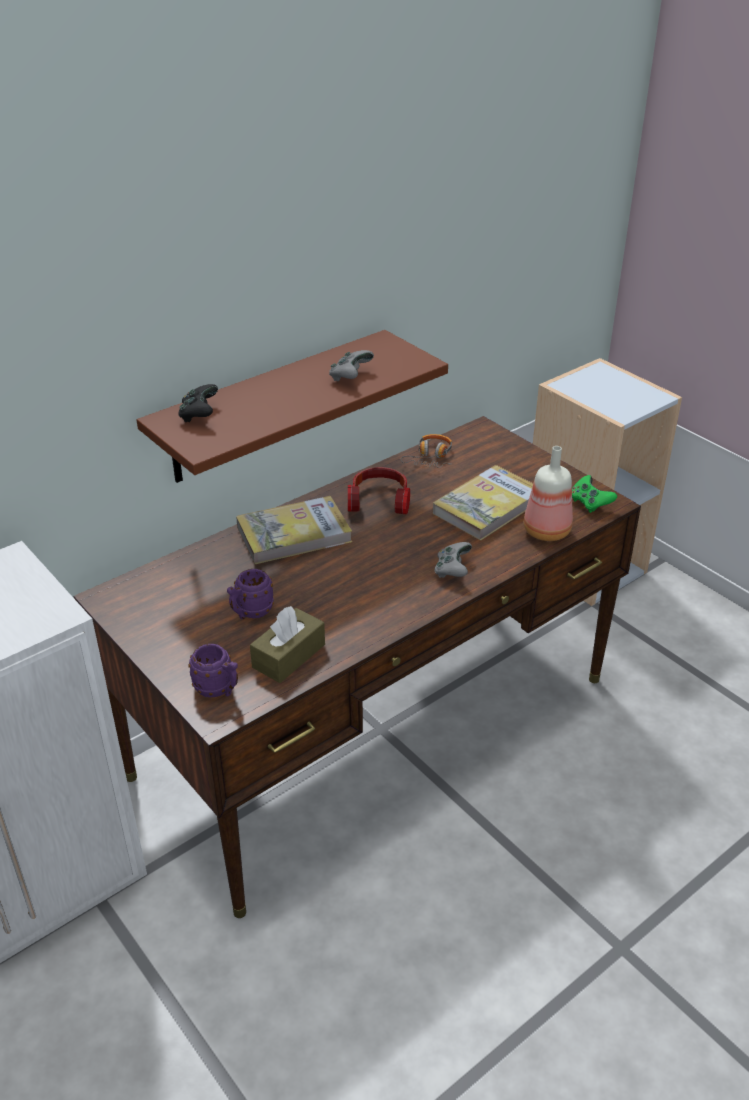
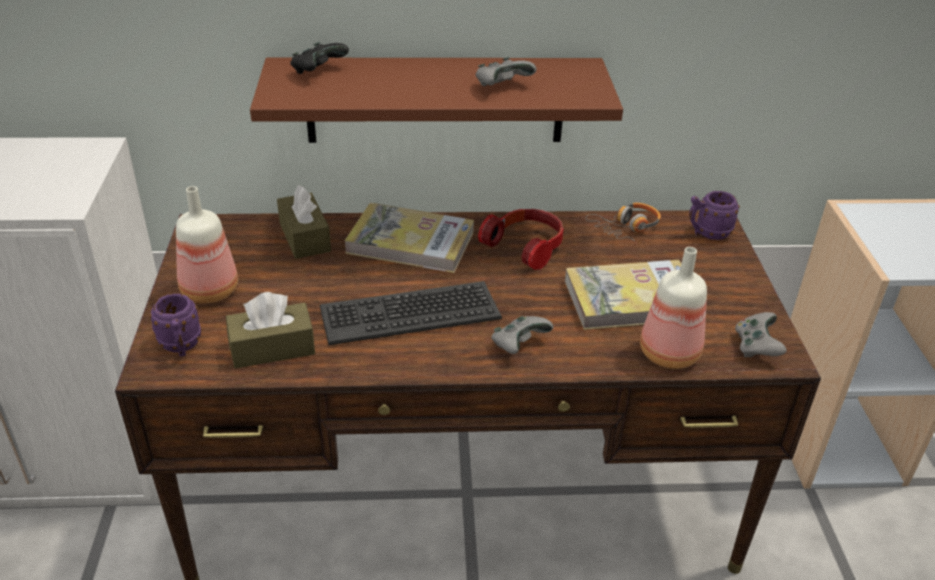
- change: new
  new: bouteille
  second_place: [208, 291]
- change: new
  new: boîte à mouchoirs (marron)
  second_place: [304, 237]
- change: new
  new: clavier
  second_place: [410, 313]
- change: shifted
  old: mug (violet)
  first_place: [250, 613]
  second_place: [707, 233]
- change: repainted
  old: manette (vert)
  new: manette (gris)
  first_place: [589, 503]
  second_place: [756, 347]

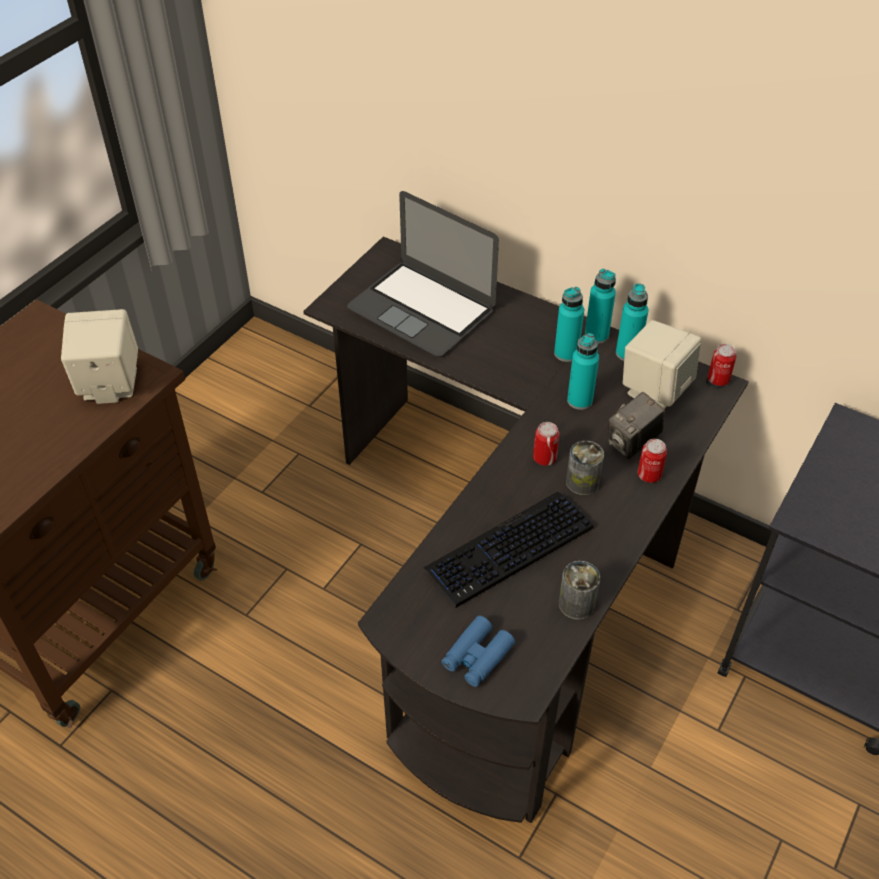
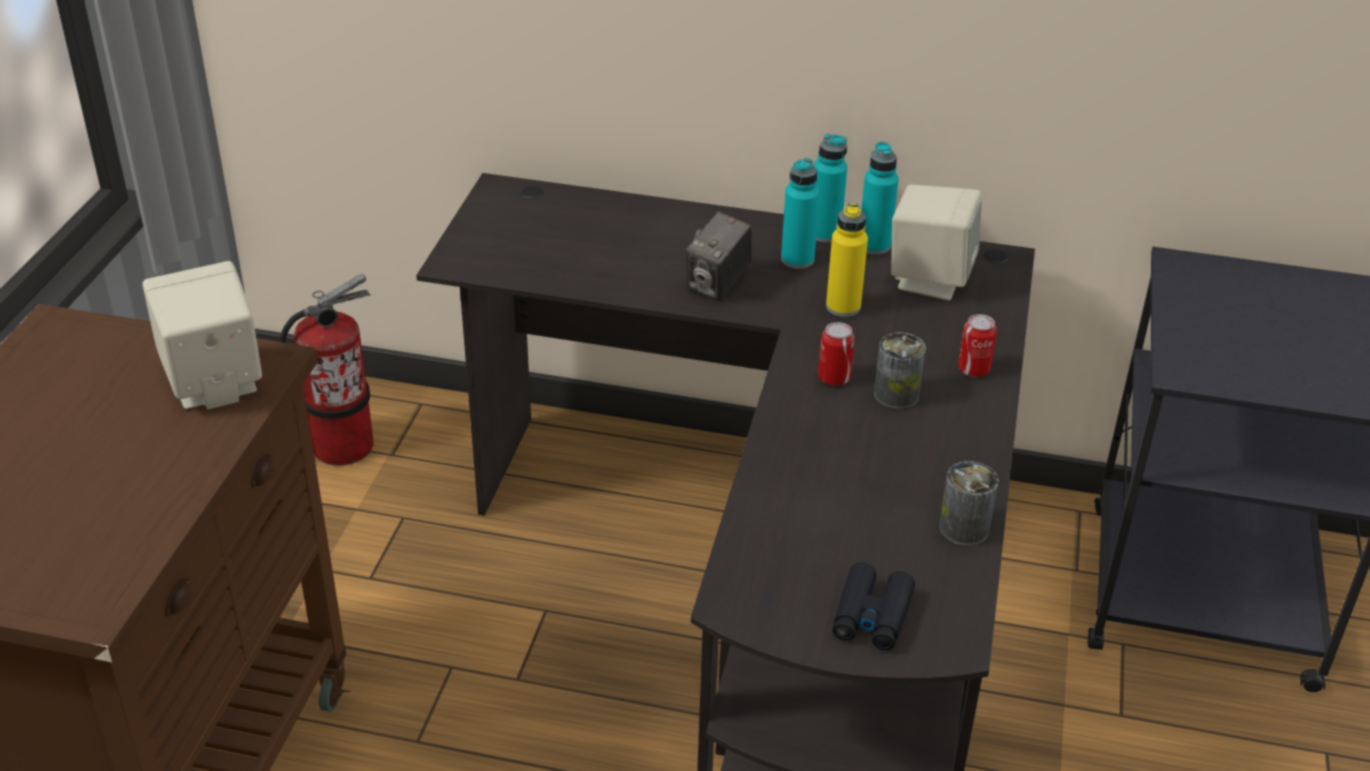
- change: new
  new: extincteur
  second_place: [341, 446]
- change: shifted
  old: appareil photo
  first_place: [632, 443]
  second_place: [718, 284]
- change: repainted
  old: bouteille (turquoise)
  new: bouteille (jaune)
  first_place: [579, 400]
  second_place: [843, 307]
- change: repainted
  old: jumelles (bleu)
  new: jumelles (noir)
  first_place: [477, 656]
  second_place: [871, 616]
- change: gone
  old: ordinateur portable
  first_place: [421, 308]
- change: gone
  old: clavier
  first_place: [509, 549]
- change: gone
  old: boîte métallique
  first_place: [718, 379]

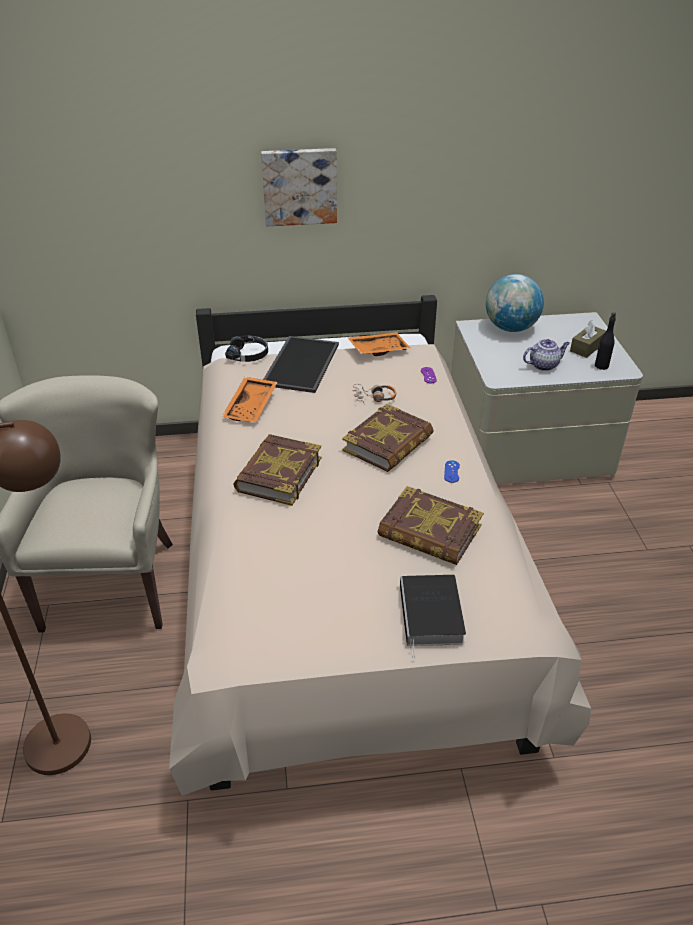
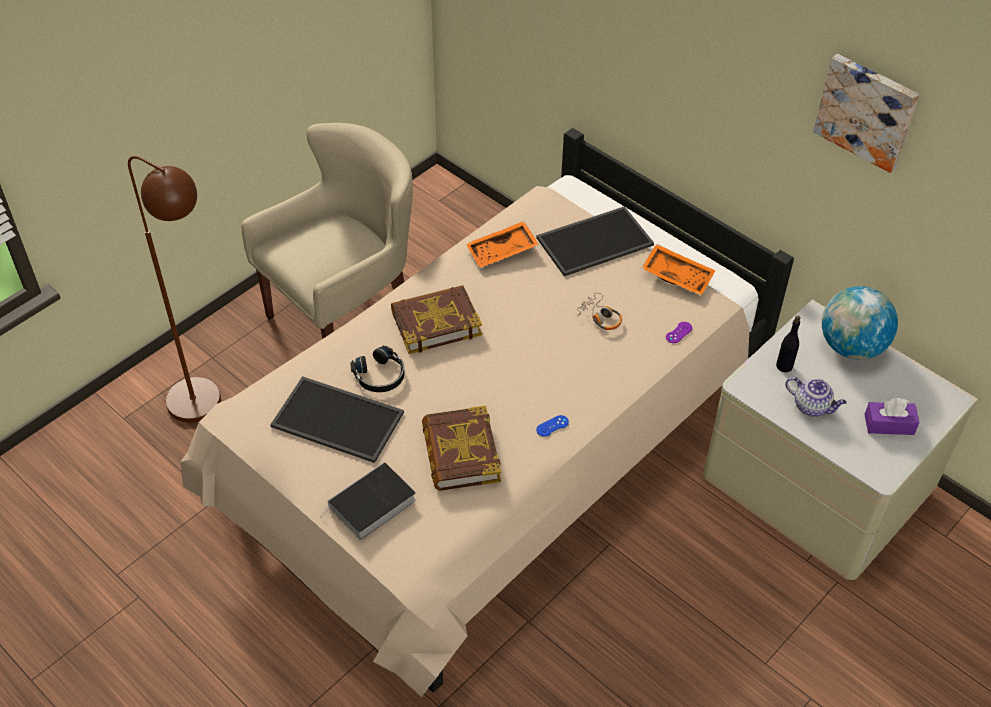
- change: new
  new: plateau
  second_place: [339, 418]
- change: shifted
  old: casque audio (noir)
  first_place: [248, 354]
  second_place: [380, 376]
- change: shifted
  old: bouteille (noir)
  first_place: [601, 366]
  second_place: [784, 366]
- change: shifted
  old: tableau
  first_place: [299, 186]
  second_place: [867, 111]
- change: repainted
  old: boîte à mouchoirs (marron)
  new: boîte à mouchoirs (violet)
  first_place: [586, 347]
  second_place: [889, 424]
- change: gone
  old: livre
  first_place: [388, 444]

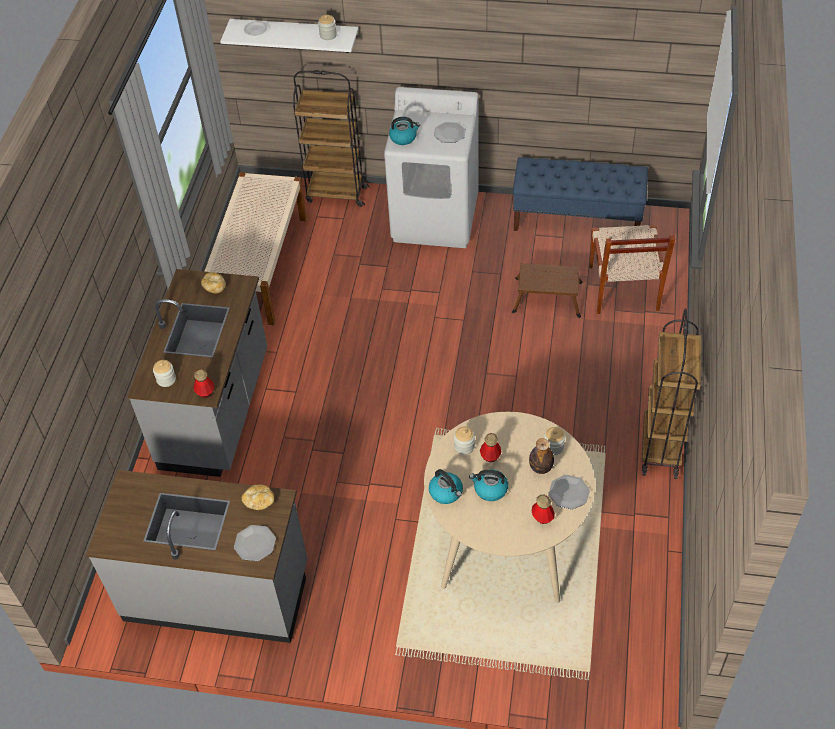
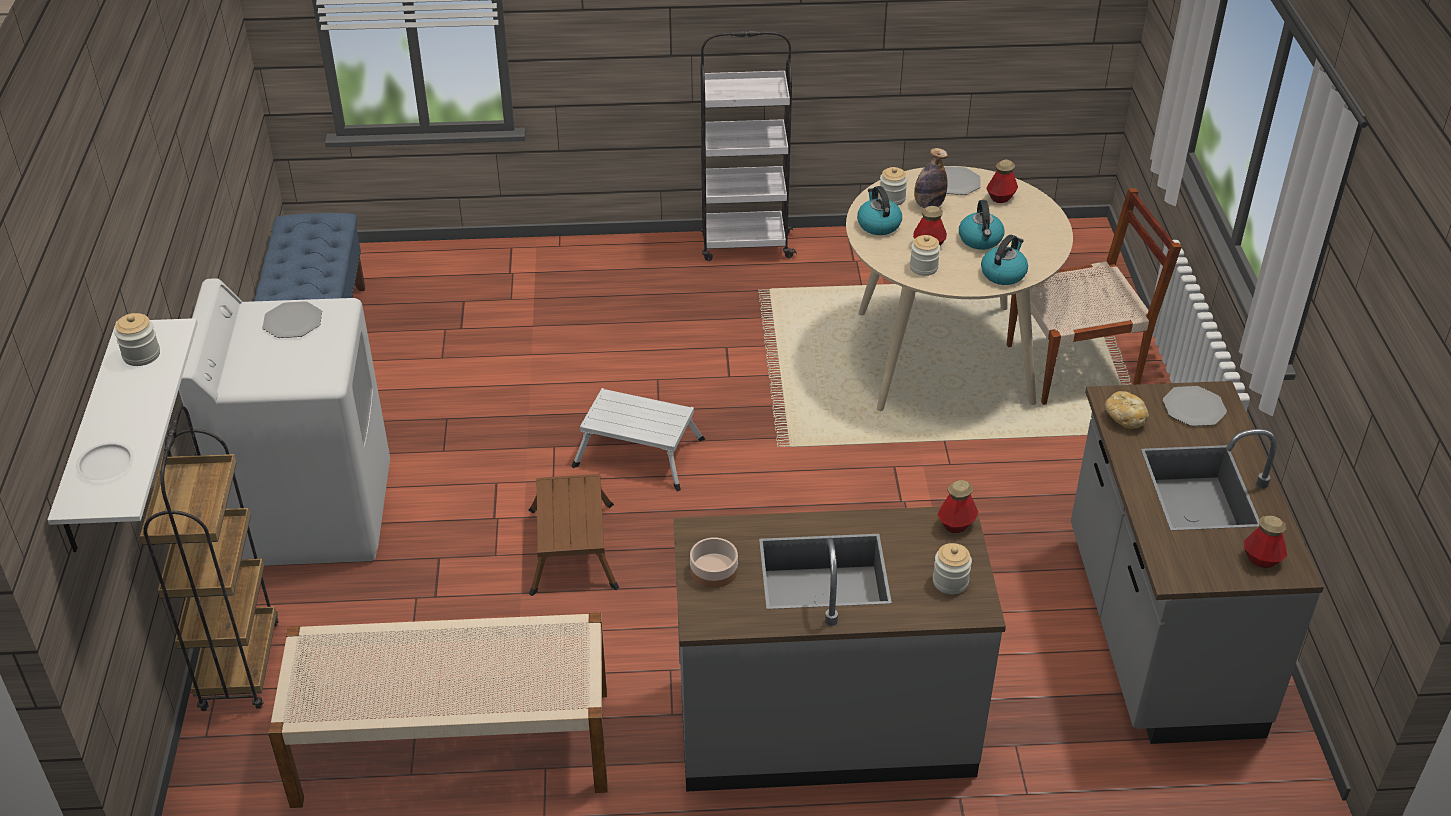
- change: shifted
  old: escabeau (marron)
  first_place: [547, 297]
  second_place: [572, 549]
- change: new
  new: escabeau (blanc)
  second_place: [638, 452]
- change: swapped
  old: pain
  new: bol
  first_place: [214, 287]
  second_place: [714, 571]
- change: repainted
  old: chariot (marron)
  new: chariot (blanc)
  first_place: [661, 447]
  second_place: [745, 246]
- change: shifted
  old: bouilloire
  first_place: [403, 138]
  second_place: [878, 224]
- change: shifted
  old: chaise
  first_place: [623, 290]
  second_place: [1075, 366]
- change: new
  new: bouteille
  second_place: [1261, 559]

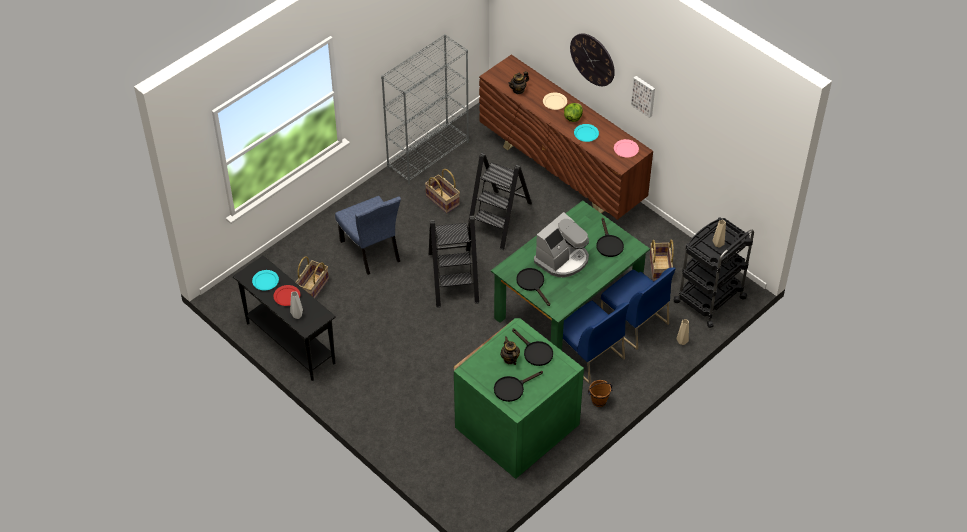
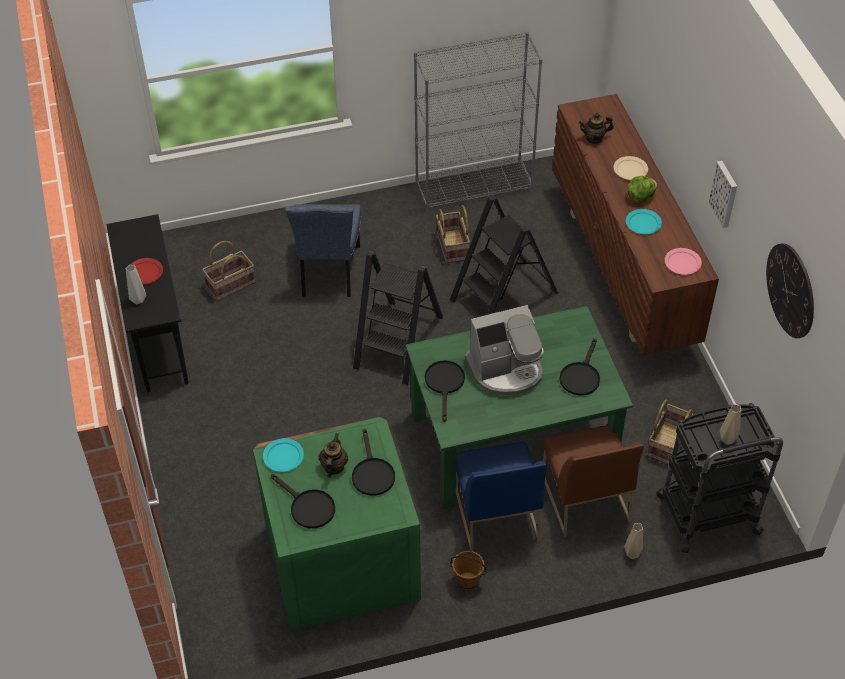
- change: shifted
  old: assiette (turquoise)
  first_place: [265, 281]
  second_place: [283, 456]
- change: rotated
  old: poêle (noir)
  first_place: [512, 388]
  second_place: [308, 507]
  degrees: -135
- change: repainted
  old: chaise (bleu)
  new: chaise (marron)
  first_place: [633, 322]
  second_place: [584, 498]
- change: shifted
  old: horloge murale
  first_place: [592, 59]
  second_place: [790, 290]

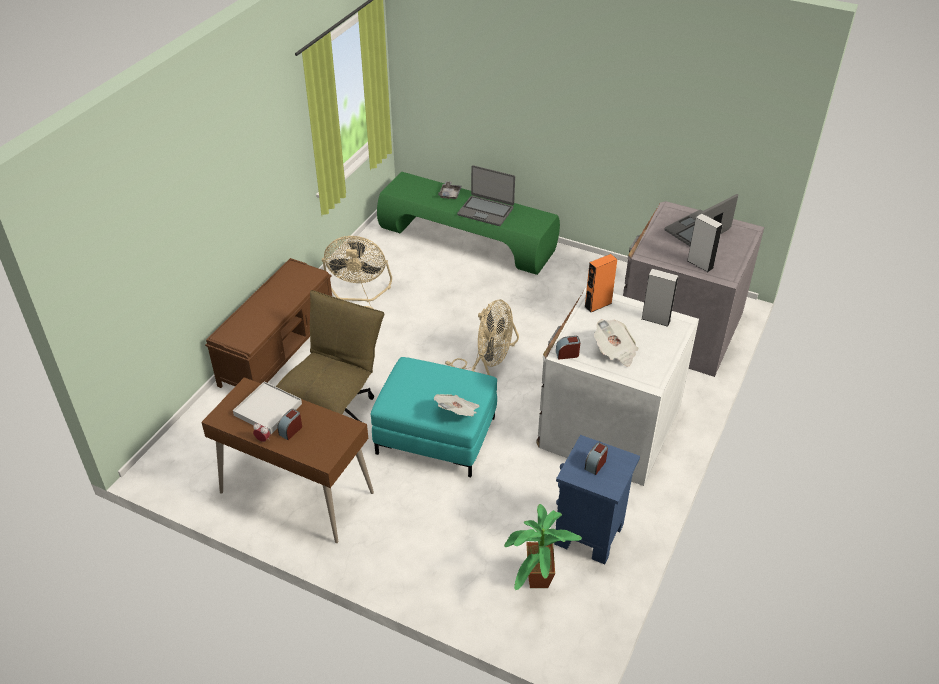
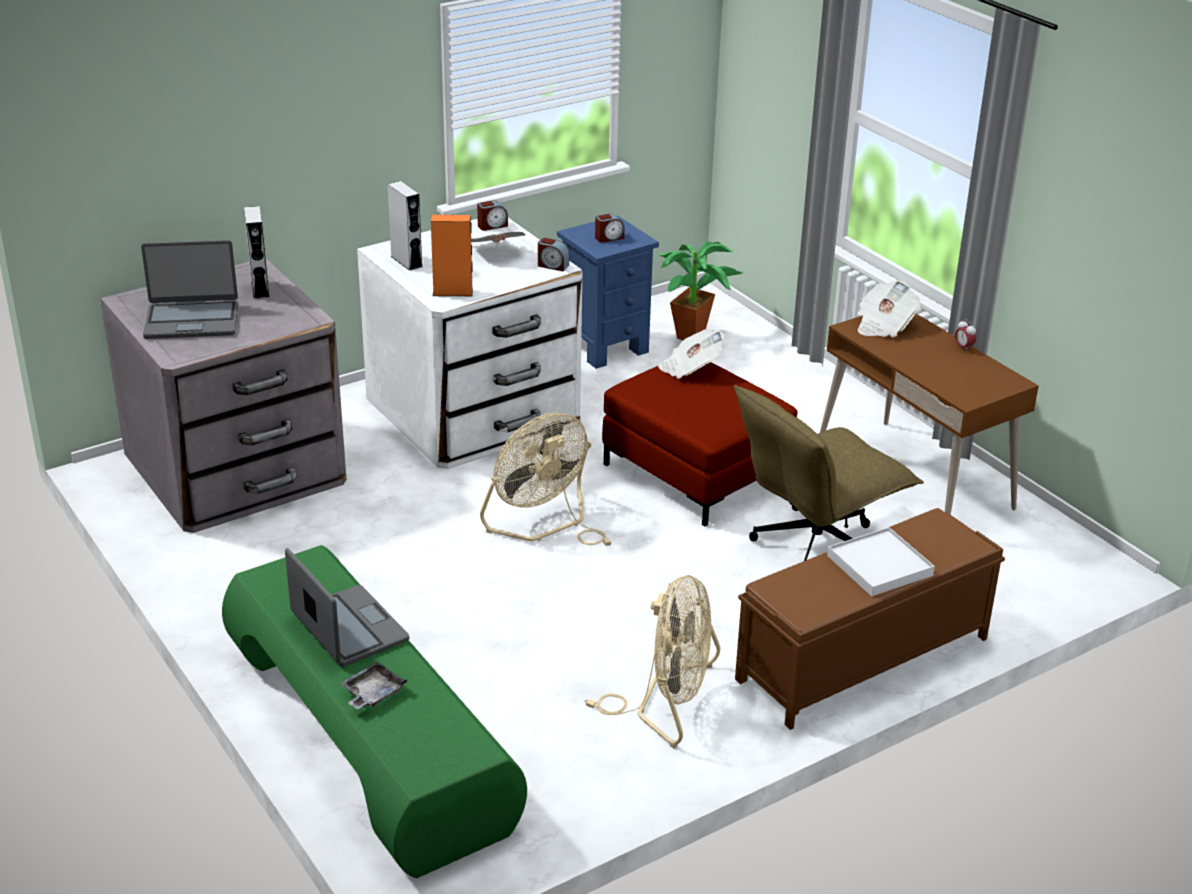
- change: shifted
  old: réveil
  first_place: [291, 430]
  second_place: [492, 226]
- change: rotated
  old: ventilateur (beige)
  first_place: [359, 295]
  second_place: [665, 702]
  degrees: -105
- change: repainted
  old: pouf (turquoise)
  new: pouf (rouge)
  first_place: [437, 435]
  second_place: [694, 472]
- change: shifted
  old: plateau (blanc)
  first_place: [268, 409]
  second_place: [879, 566]
- change: new
  new: journal
  second_place: [883, 325]

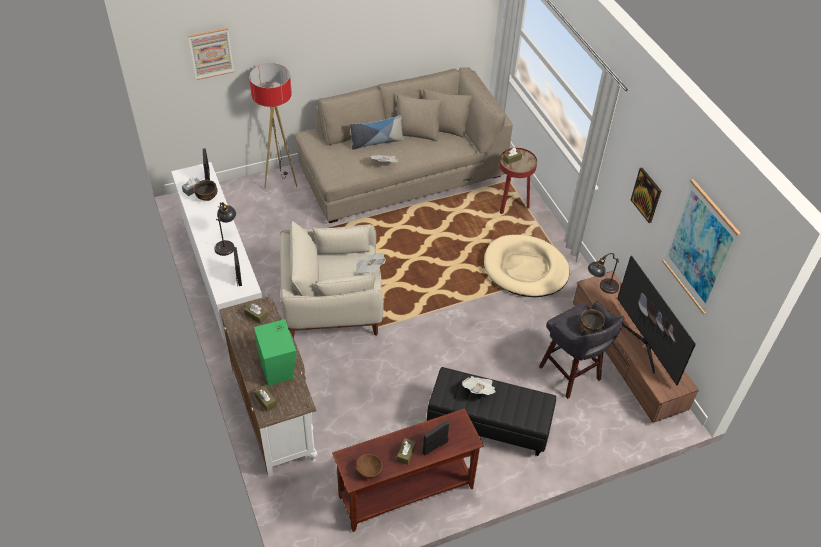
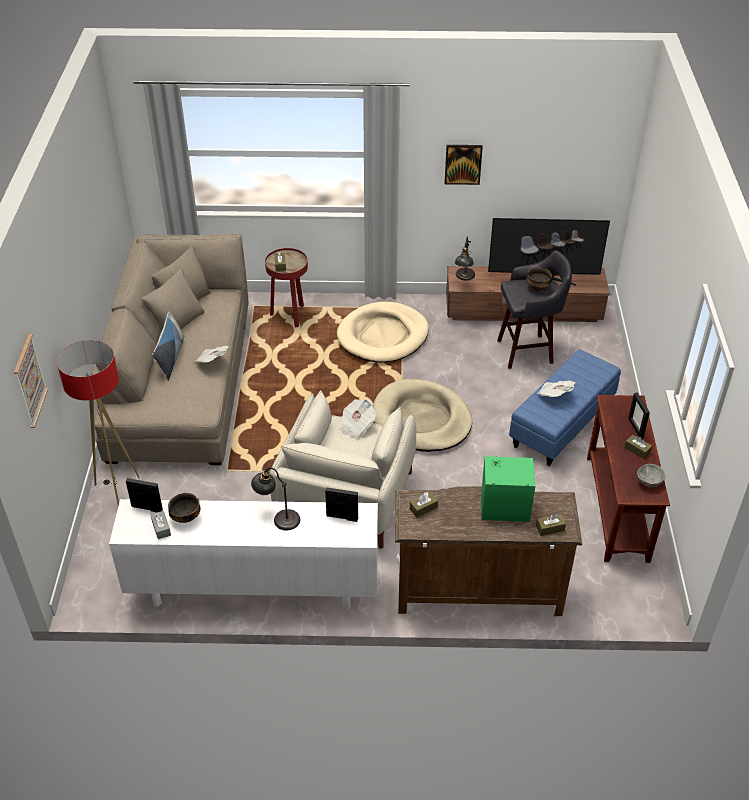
- change: new
  new: panier pour chien (beige)
  second_place: [421, 419]
- change: repainted
  old: pouf (noir)
  new: pouf (bleu)
  first_place: [488, 425]
  second_place: [561, 425]
- change: repainted
  old: bol (marron)
  new: bol (gris)
  first_place: [368, 471]
  second_place: [649, 482]
- change: gone
  old: tableau
  first_place: [699, 247]

